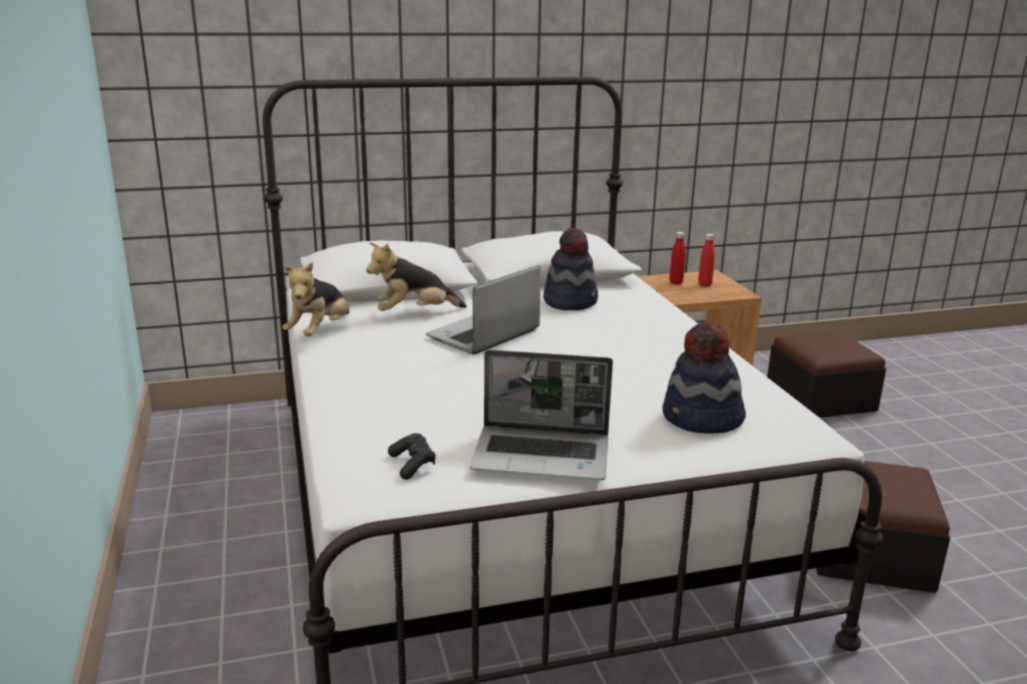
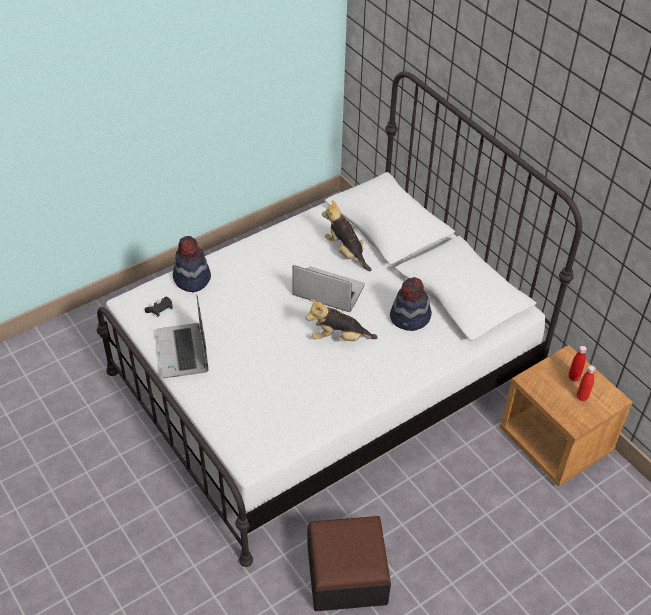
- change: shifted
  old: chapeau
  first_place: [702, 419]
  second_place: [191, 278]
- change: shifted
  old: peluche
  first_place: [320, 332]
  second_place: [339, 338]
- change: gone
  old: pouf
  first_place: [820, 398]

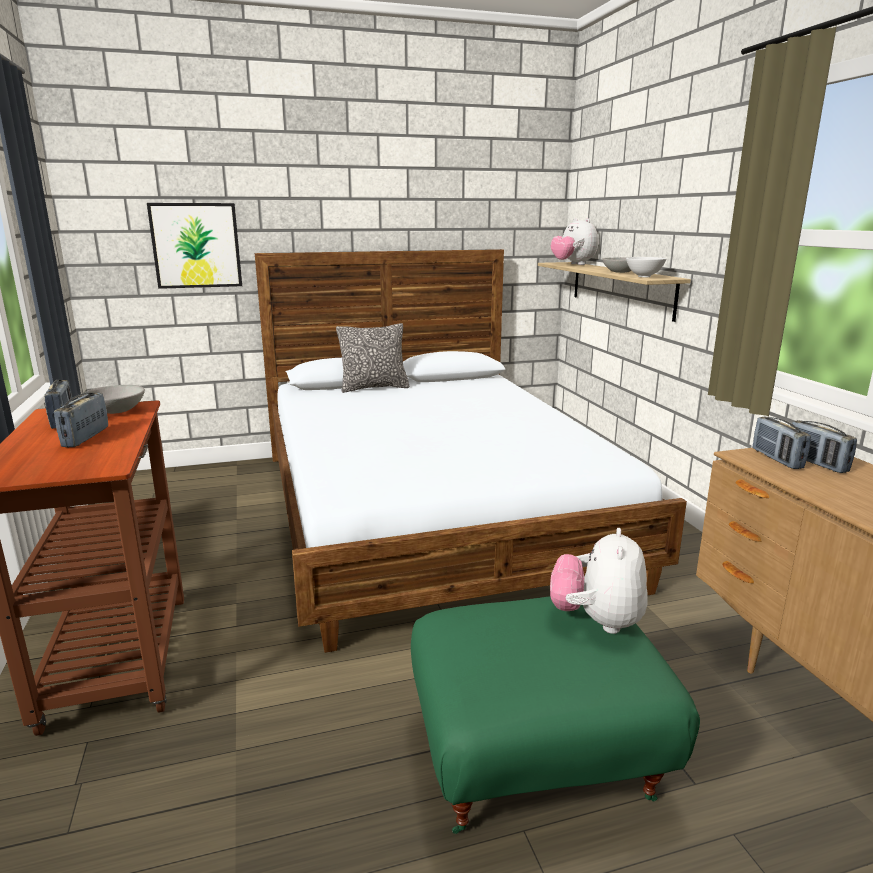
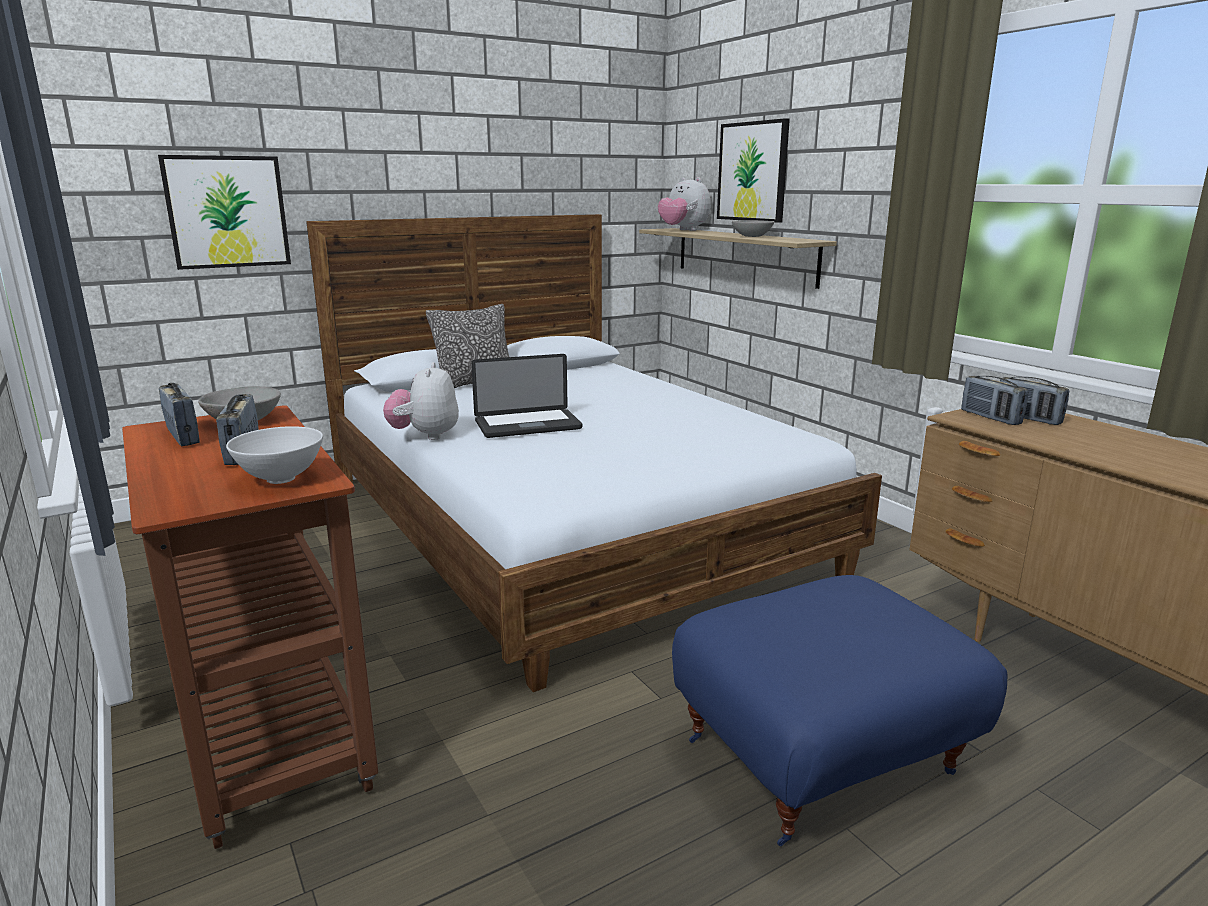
- change: shifted
  old: bol (blanc)
  first_place: [643, 276]
  second_place: [280, 479]
- change: shifted
  old: peluche
  first_place: [597, 621]
  second_place: [425, 436]
- change: new
  new: ordinateur portable
  second_place: [528, 425]
- change: repainted
  old: pouf (vert)
  new: pouf (bleu)
  first_place: [535, 761]
  second_place: [822, 760]
- change: new
  new: tableau
  second_place: [753, 172]

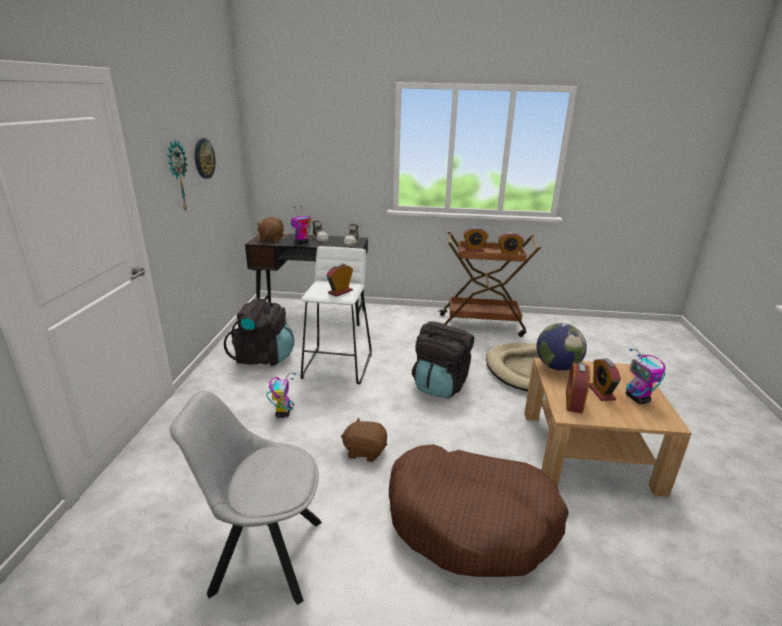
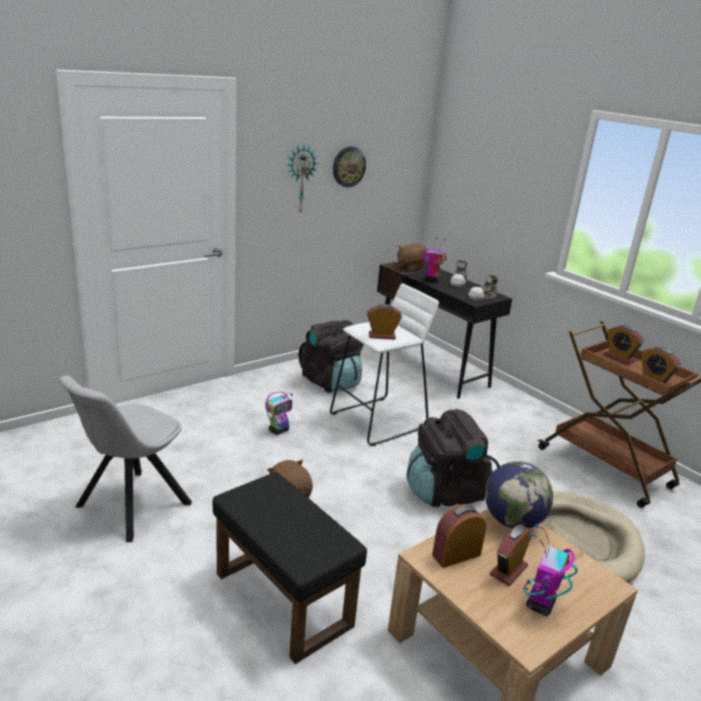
- change: rotated
  old: chaise (gris)
  first_place: [264, 555]
  second_place: [131, 506]
  degrees: -105
- change: swapped
  old: panier pour chien (marron)
  new: pouf (noir)
  first_place: [471, 520]
  second_place: [280, 599]

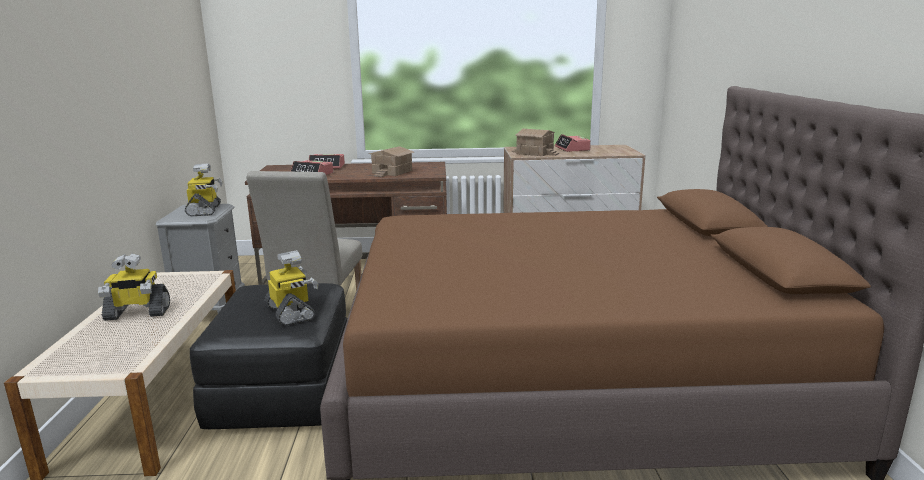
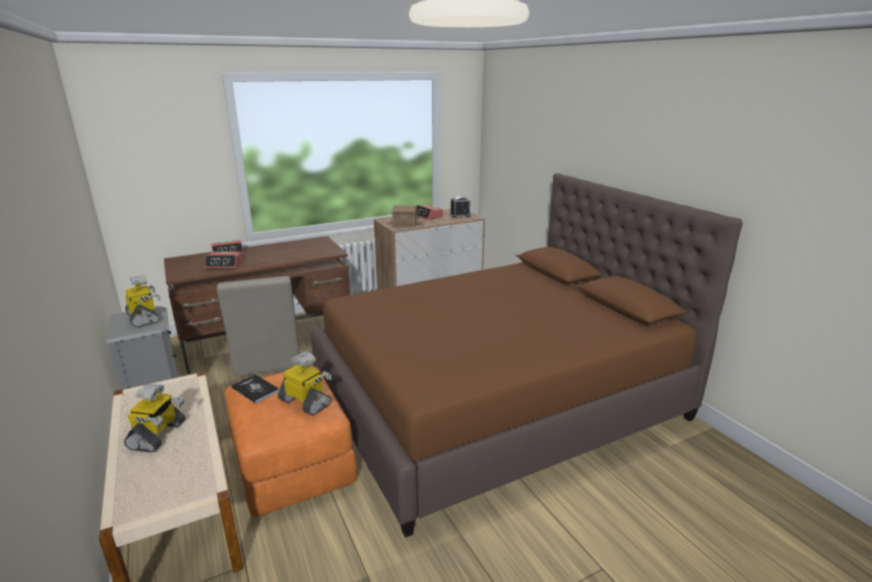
- change: rotated
  old: robot jouet
  first_place: [137, 313]
  second_place: [158, 435]
  degrees: -45
- change: repainted
  old: pouf (noir)
  new: pouf (orange)
  first_place: [284, 391]
  second_place: [293, 464]
- change: new
  new: livre
  second_place: [255, 389]
- change: new
  new: réveil
  second_place: [460, 215]
- change: gone
  old: maison miniature
  first_place: [391, 172]

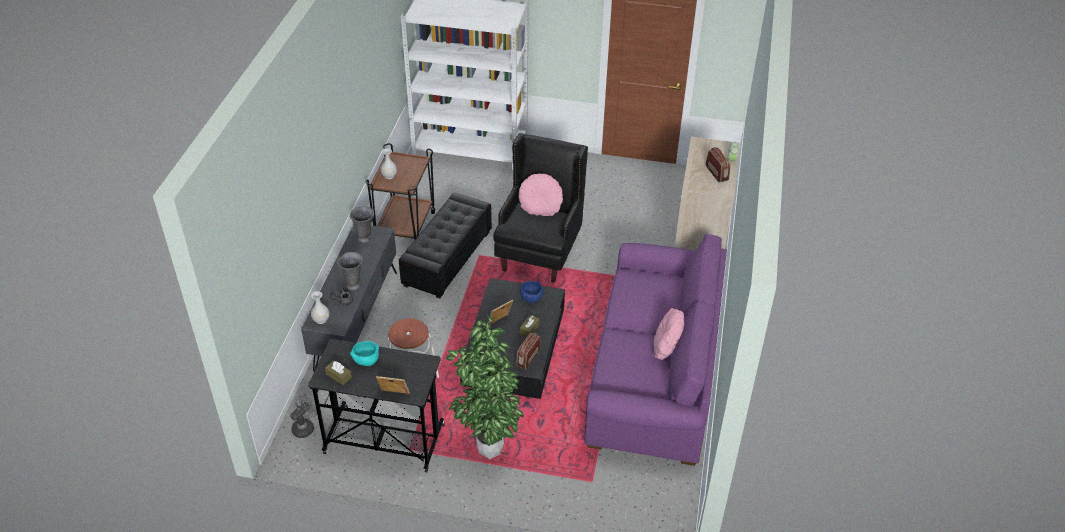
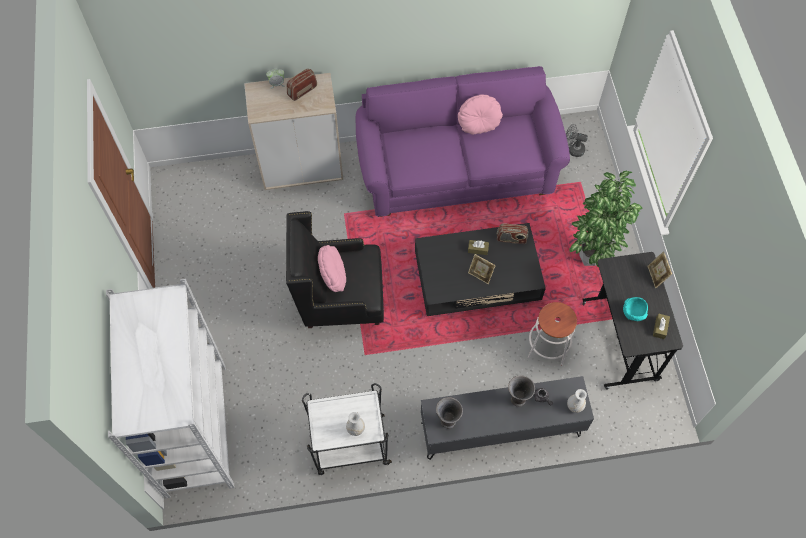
- change: repainted
  old: chariot (marron)
  new: chariot (blanc)
  first_place: [405, 227]
  second_place: [349, 445]
- change: shifted
  old: ventilateur (gris)
  first_place: [305, 427]
  second_place: [572, 149]
- change: gone
  old: pouf (noir)
  first_place: [447, 258]
- change: gone
  old: bol (bleu)
  first_place: [531, 298]

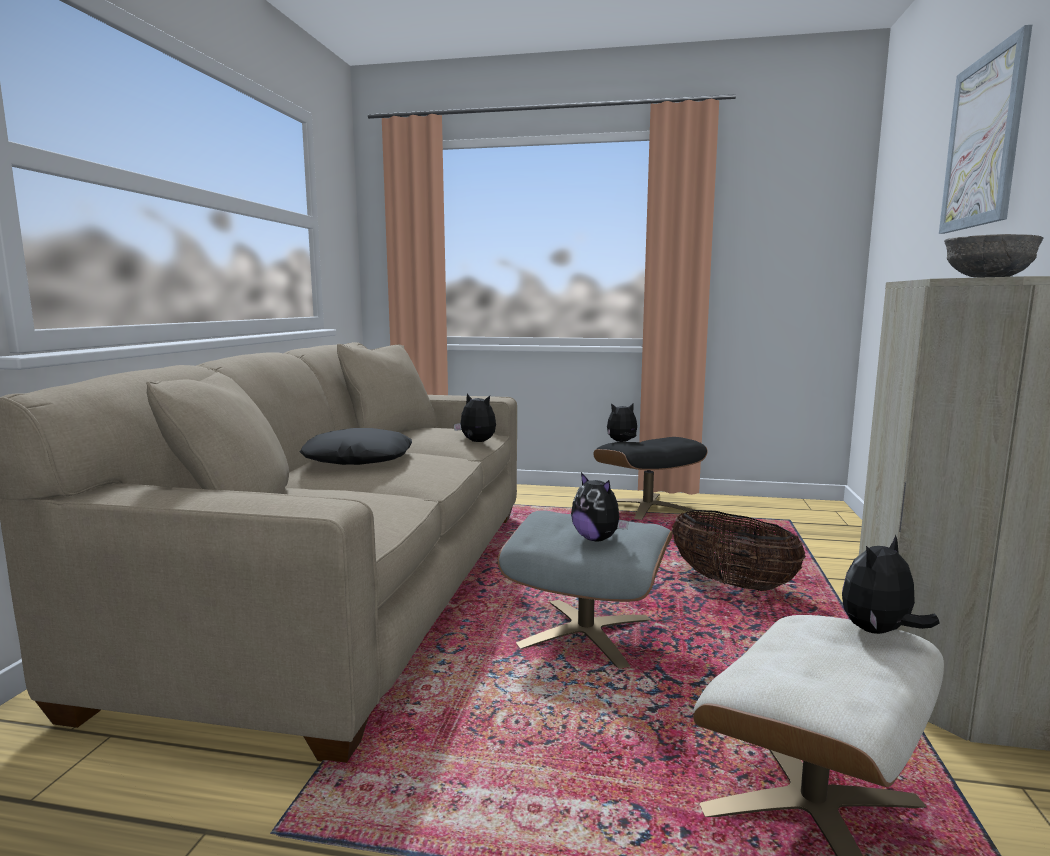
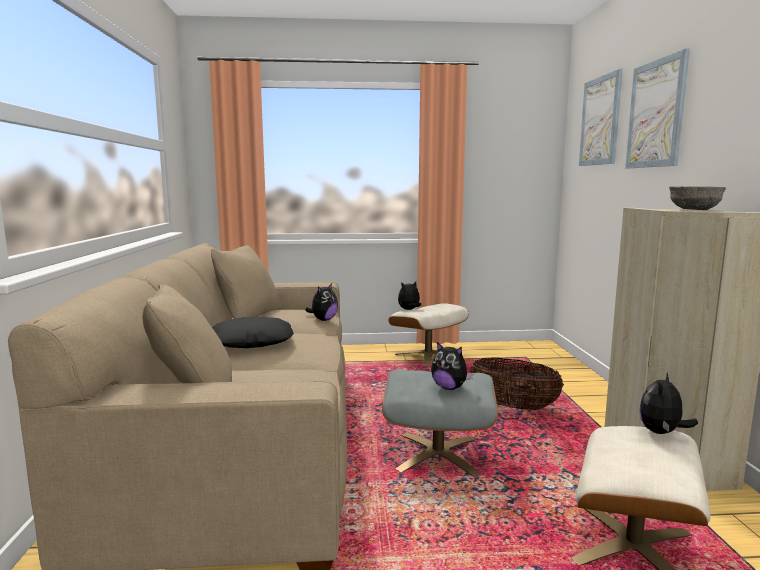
- change: rotated
  old: peluche
  first_place: [476, 442]
  second_place: [323, 320]
  degrees: 105
- change: repainted
  old: pouf (noir)
  new: pouf (beige)
  first_place: [647, 507]
  second_place: [428, 355]
- change: new
  new: tableau
  second_place: [600, 121]

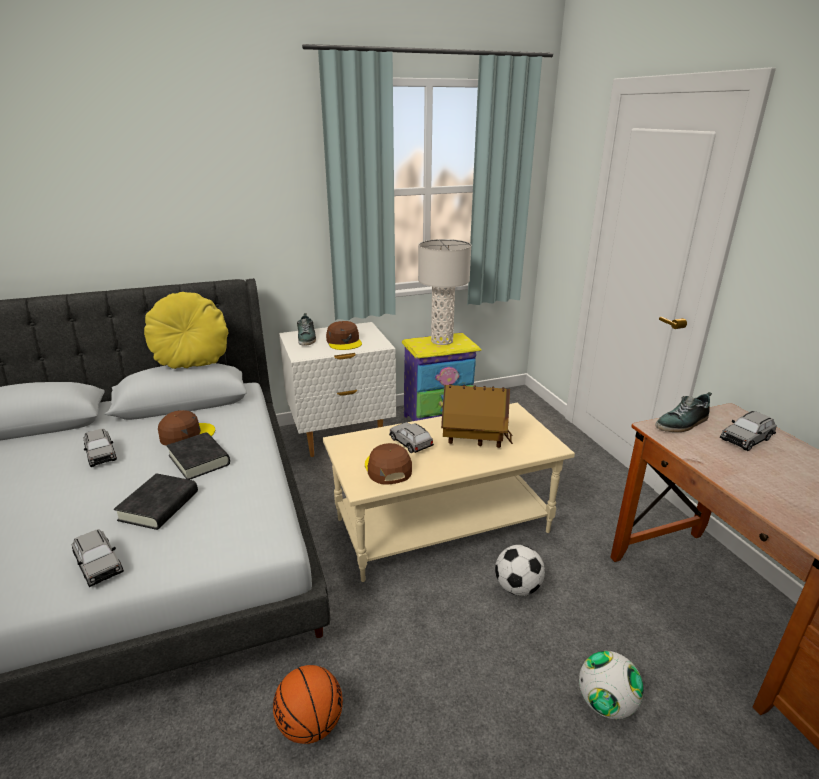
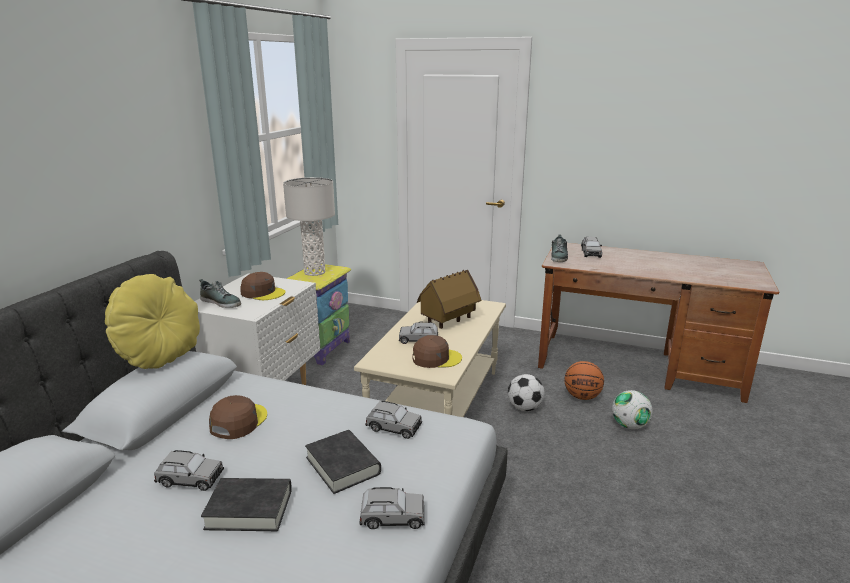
- change: shifted
  old: livre (noir)
  first_place: [199, 460]
  second_place: [249, 509]
- change: new
  new: petite voiture (gris)
  second_place: [394, 428]
- change: rotated
  old: casquette (marron)
  first_place: [387, 468]
  second_place: [436, 358]
  degrees: 150
- change: shifted
  old: ballon de basket
  first_place: [311, 724]
  second_place: [582, 396]

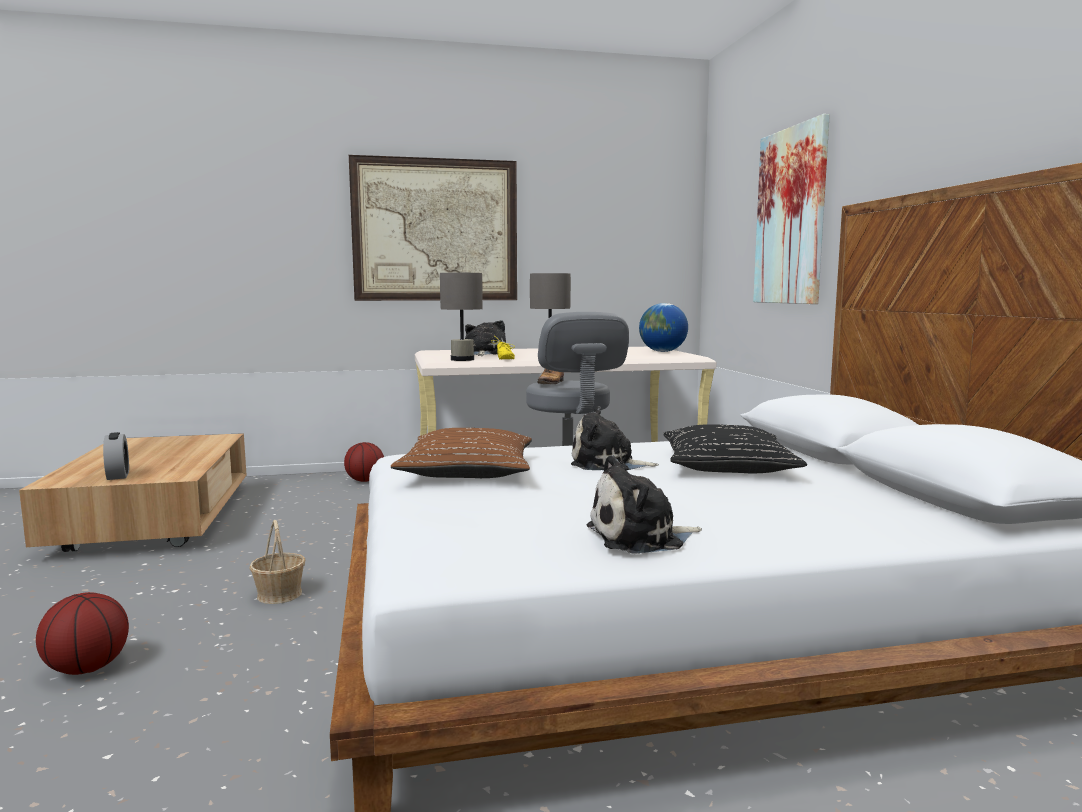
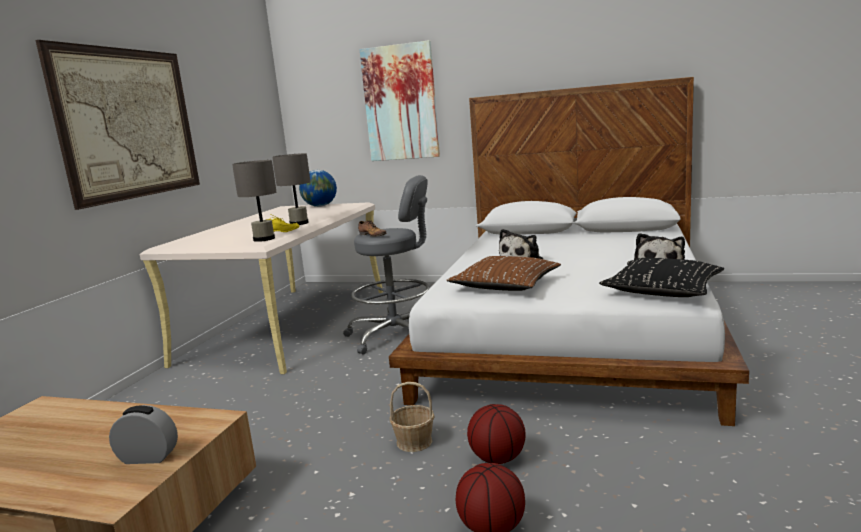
- change: shifted
  old: ballon de basket
  first_place: [365, 480]
  second_place: [498, 458]
- change: shifted
  old: coussin (noir)
  first_place: [727, 466]
  second_place: [662, 290]
- change: gone
  old: peluche
  first_place: [483, 353]

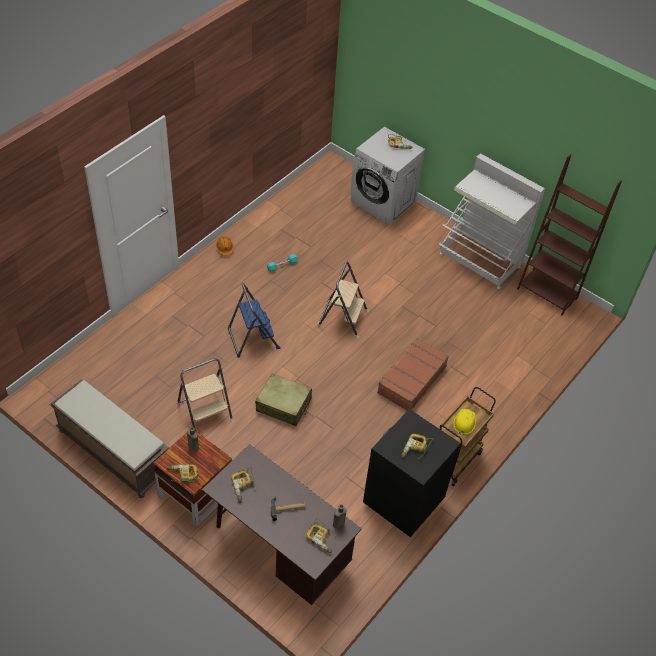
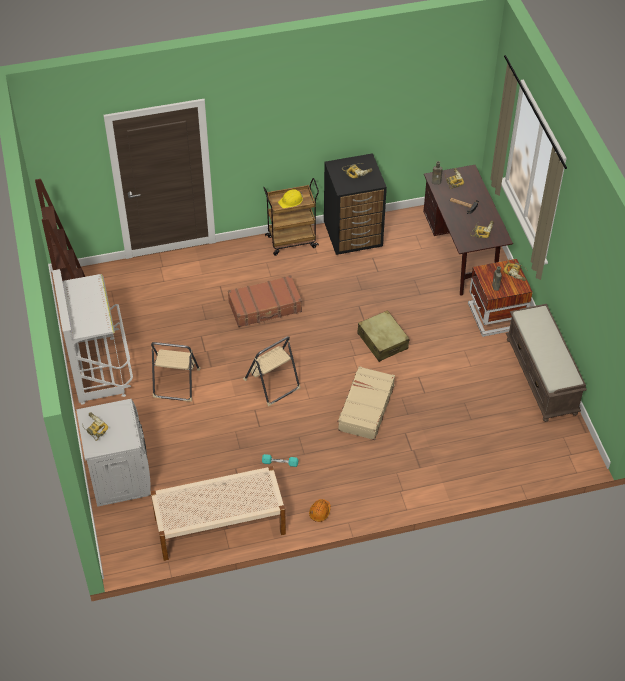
- change: new
  new: banc (beige)
  second_place: [220, 526]
- change: shifted
  old: escabeau (beige)
  first_place: [204, 410]
  second_place: [175, 384]
- change: swapped
  old: escabeau (bleu)
  new: valise (beige)
  first_place: [251, 338]
  second_place: [365, 408]

